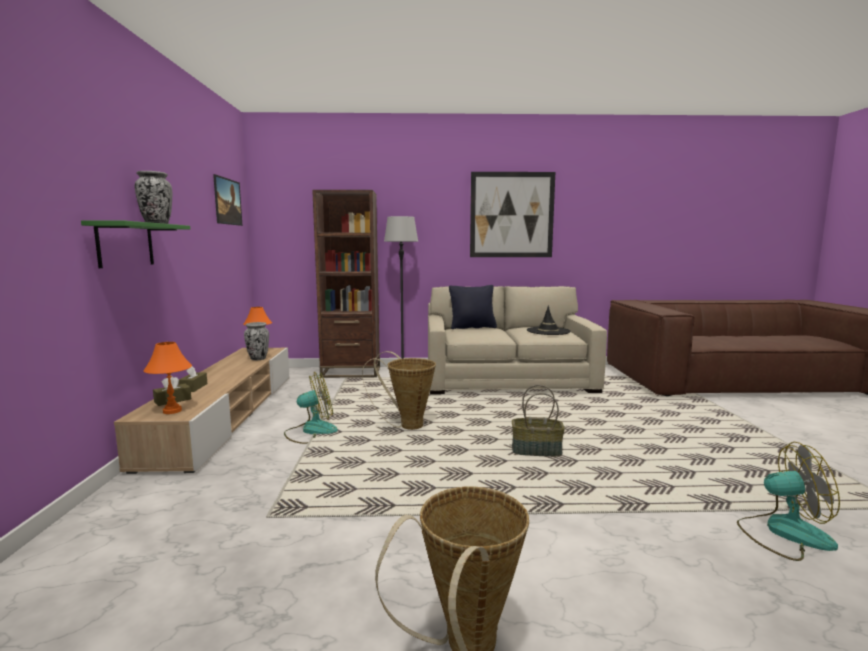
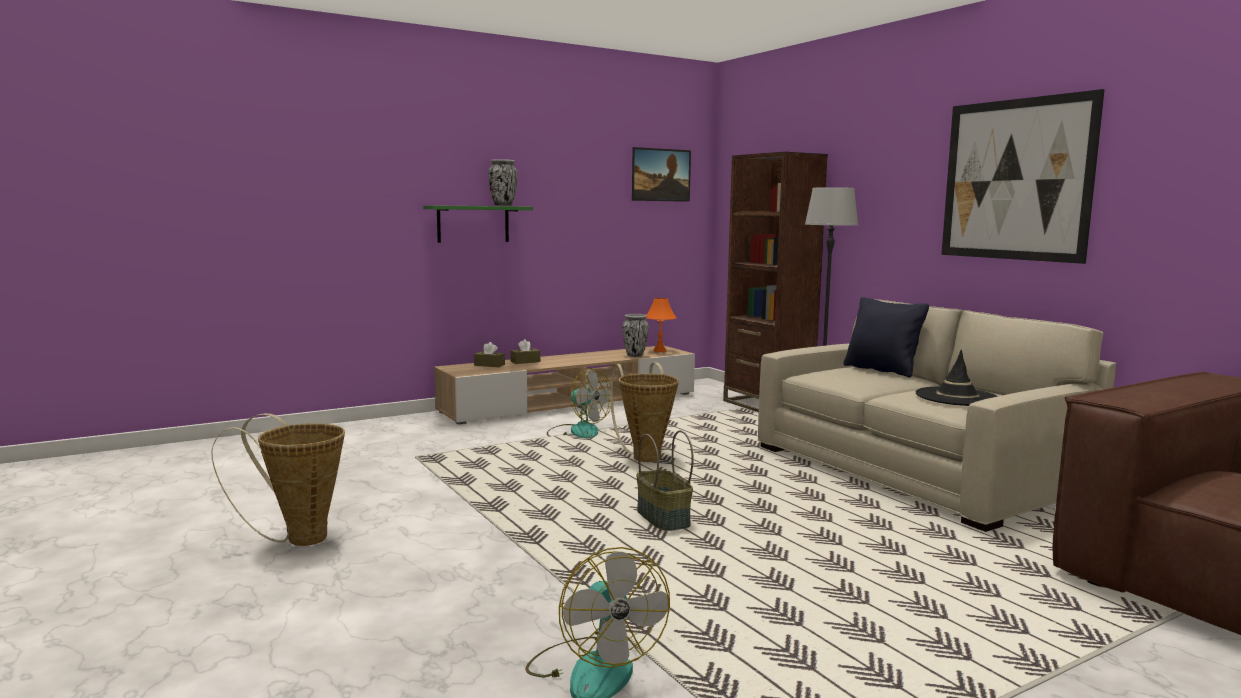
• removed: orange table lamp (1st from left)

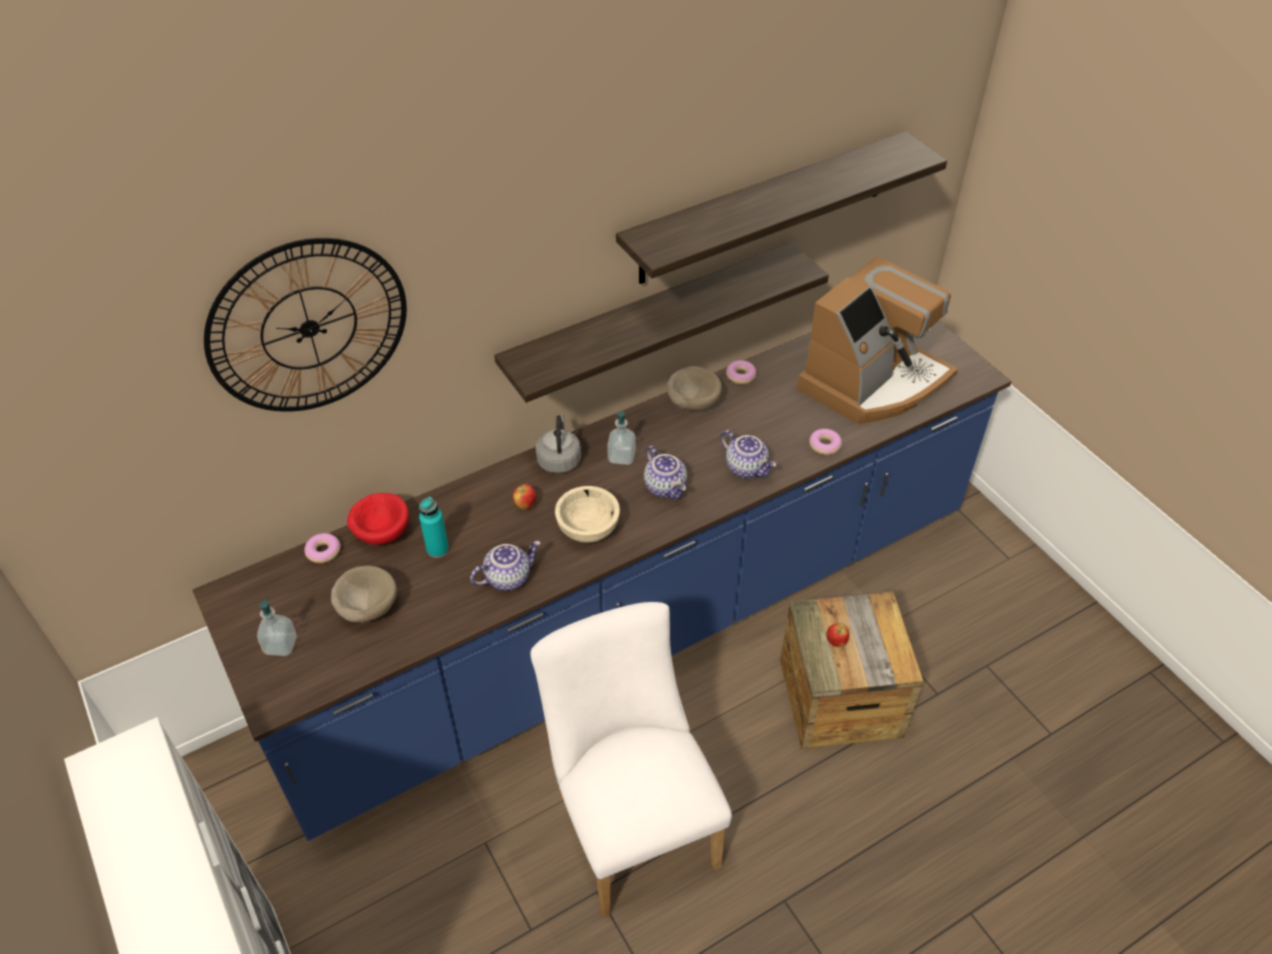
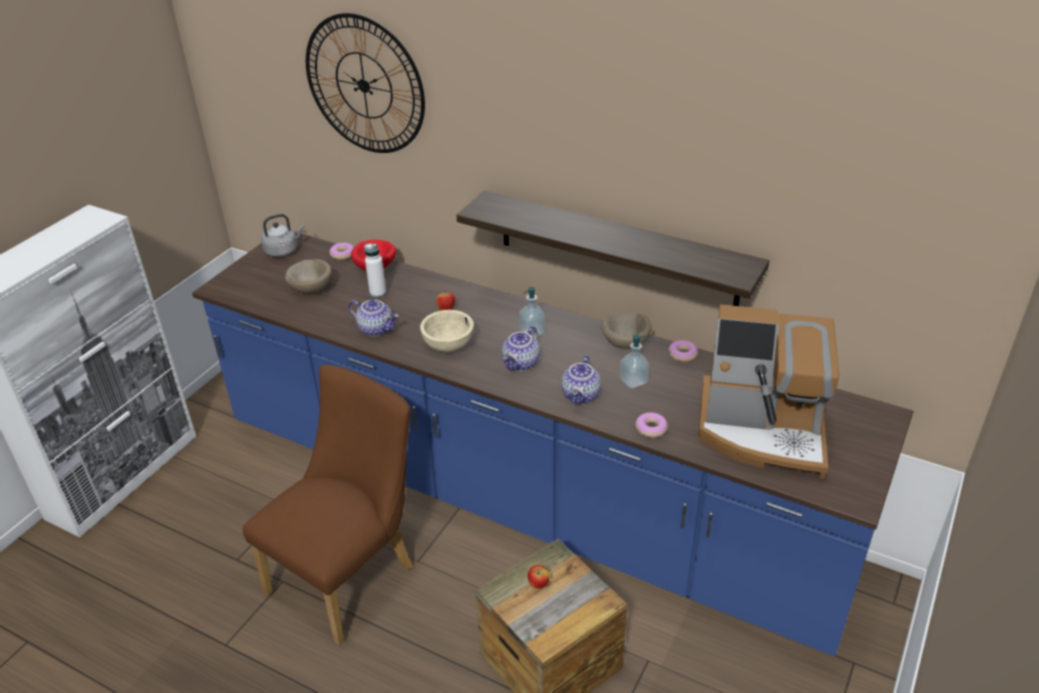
• recoloured: white-coloured plain chair to brownish plain chair
• moved: greyish tea kettle
• recoloured: blue-green beverage bottle to white-coloured beverage bottle
• moved: soap dispenser (1st from left in the first image) to soap dispenser (2nd from left)
• removed: wall shelf (2nd from left)

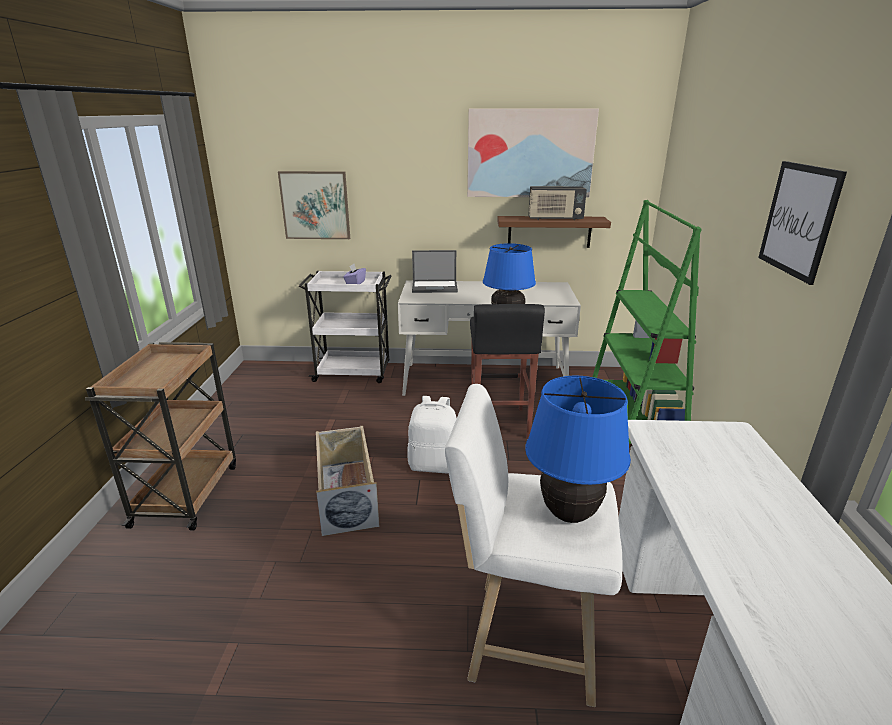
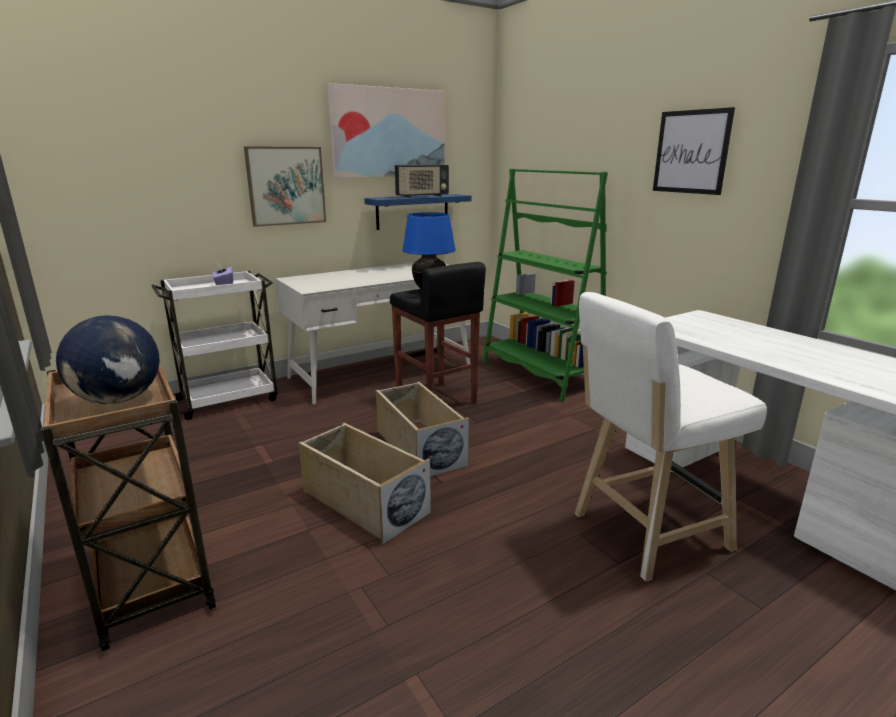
• added: world globe
• moved: wall picture (1st from left)
• recoloured: brownish wall shelf to blue wall shelf
• replaced: white-coloured rucksack to beige storage bin (2nd from left)
• removed: portable computer
• removed: blue table lamp (2nd from left)

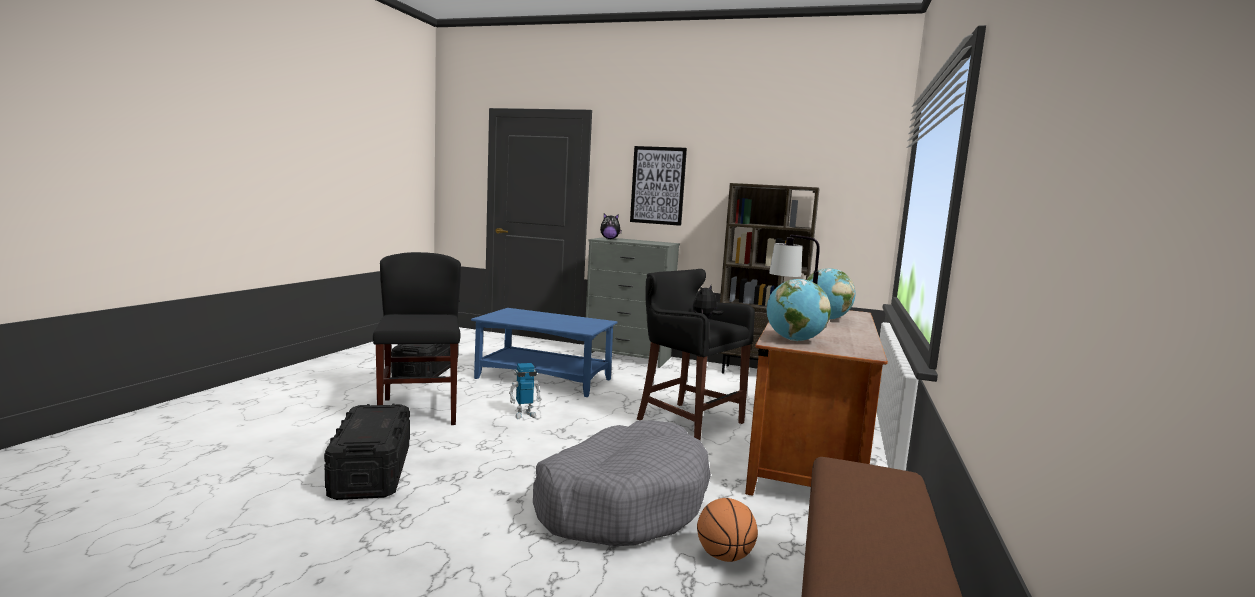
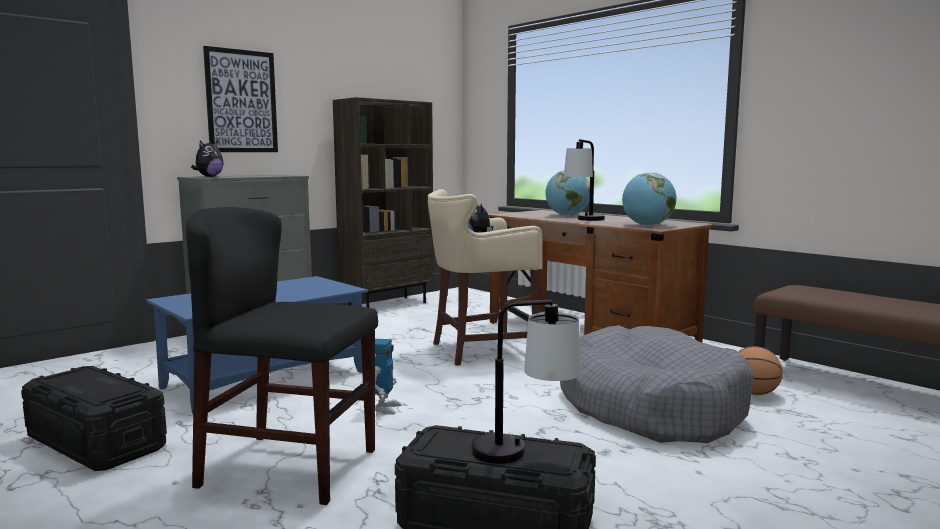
• recoloured: black-coloured sitting stool to beige sitting stool
• added: table lamp (1st from left)

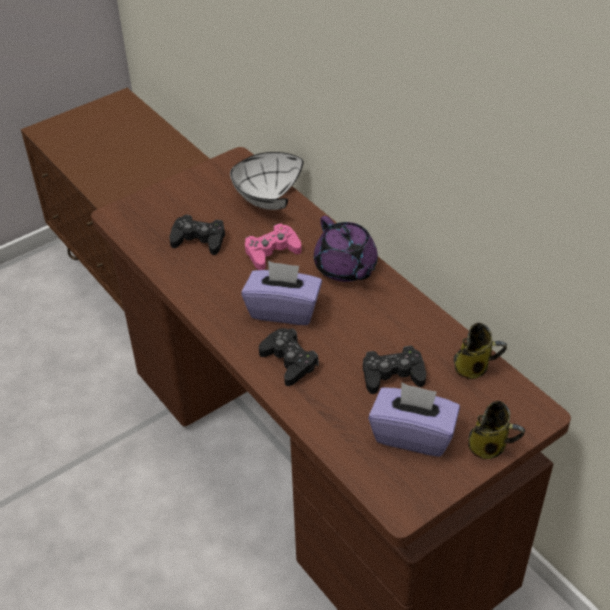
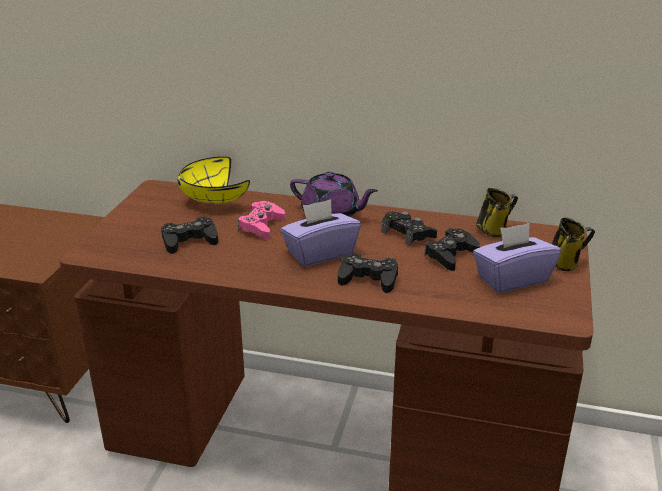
• recoloured: white-coloured bowl to yellowish bowl
• added: black-coloured game controller (3rd from left)

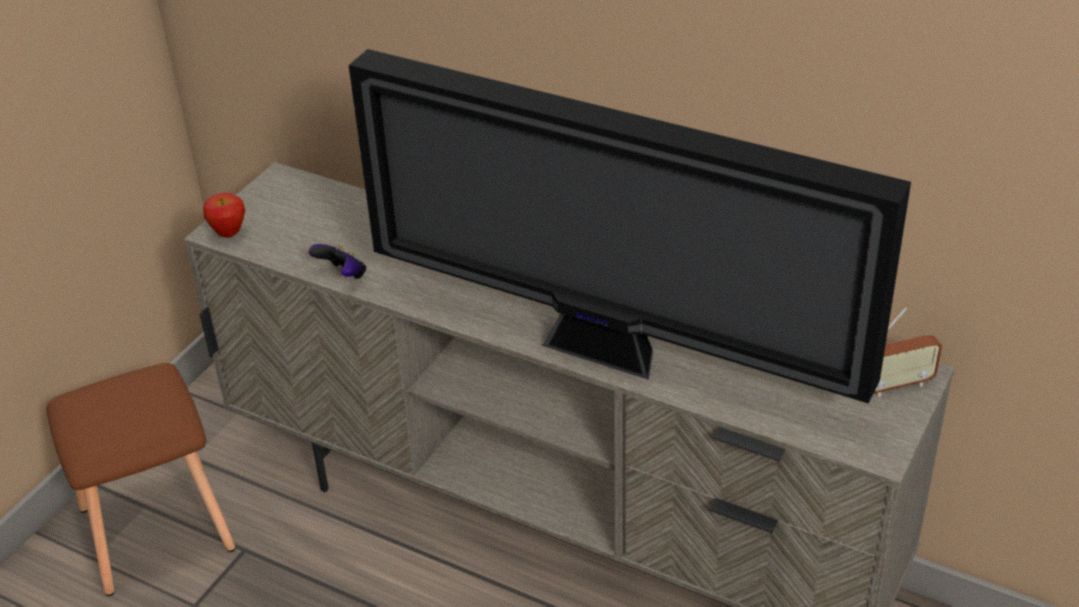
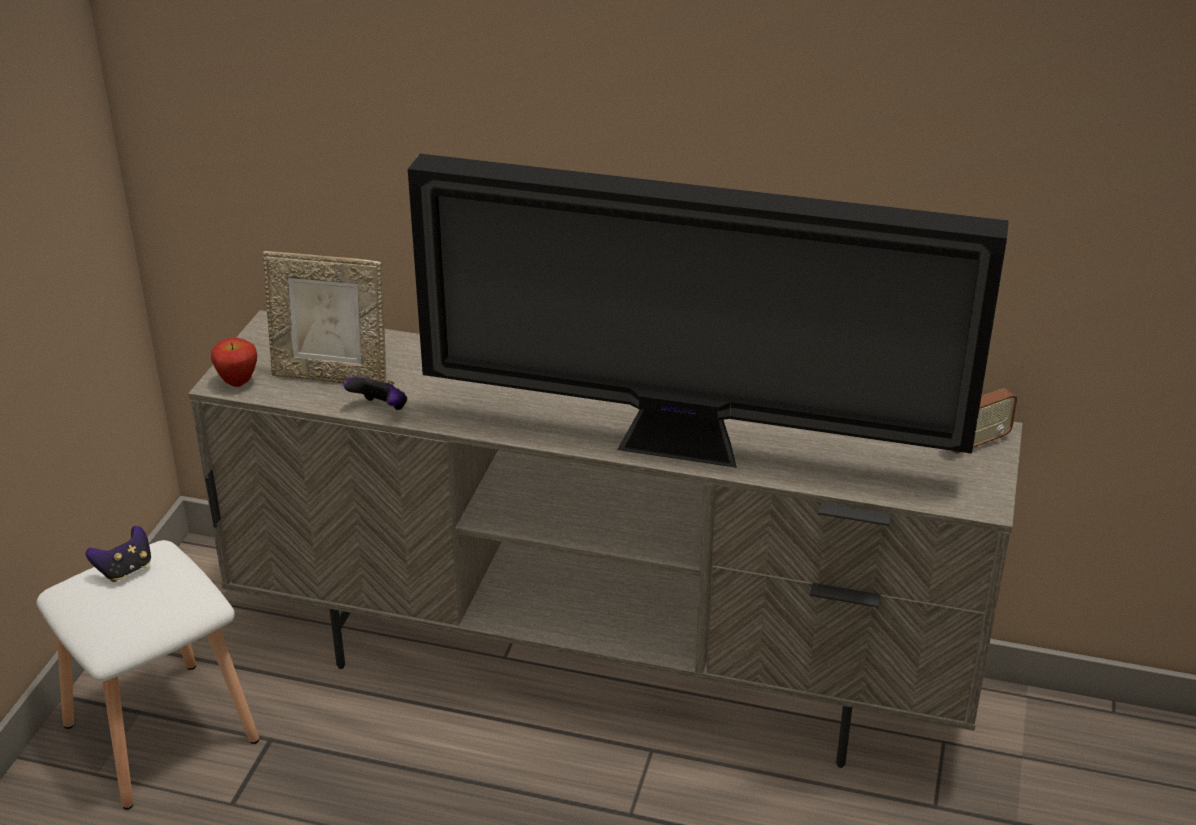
• recoloured: brownish sitting stool to white-coloured sitting stool
• added: game controller (1st from left)
• added: picture frame

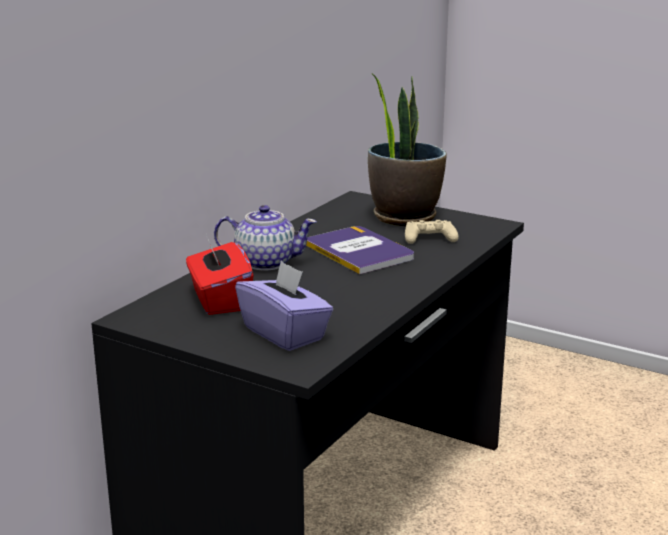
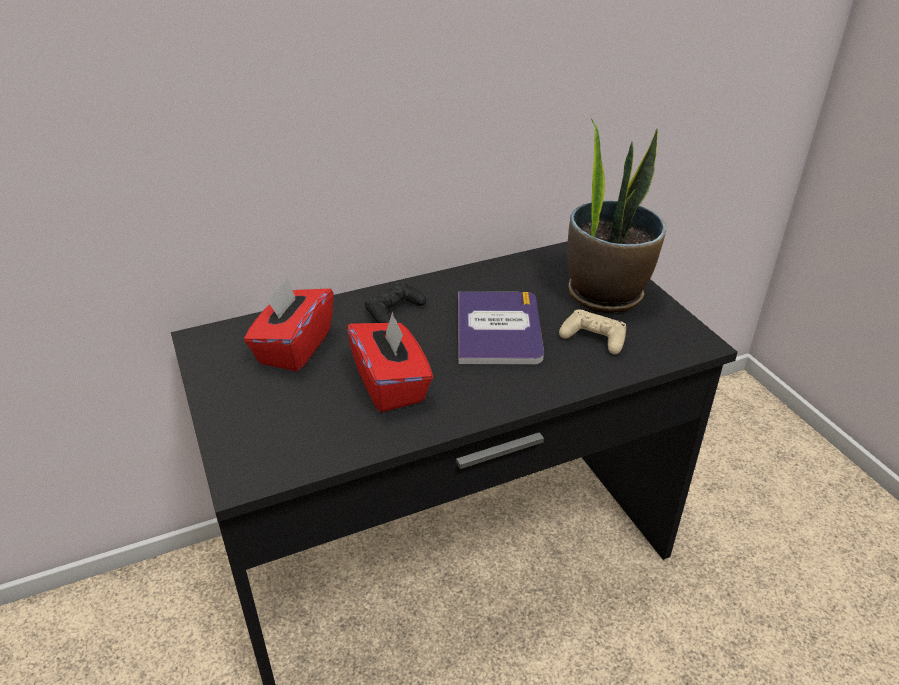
• added: red-coloured tissue box (2nd from left)
• replaced: tea pot to black-coloured game controller
• removed: purple tissue box

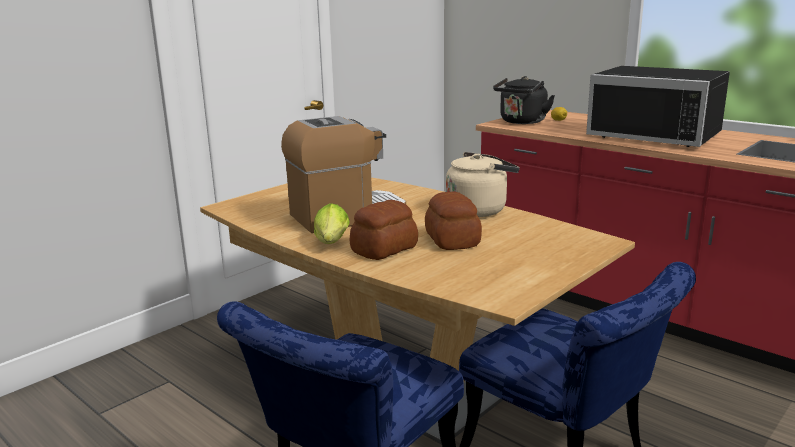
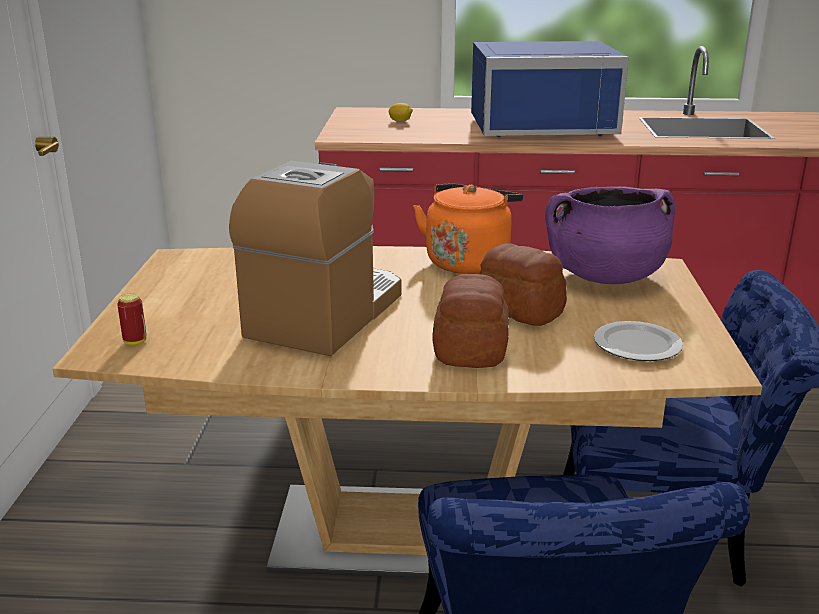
• added: metal can
• recoloured: beige tea kettle to orange tea kettle
• recoloured: black-coloured microwave to blue microwave
• added: purple stockpot
• added: flat dish
• removed: lettuce
• removed: black-coloured tea kettle

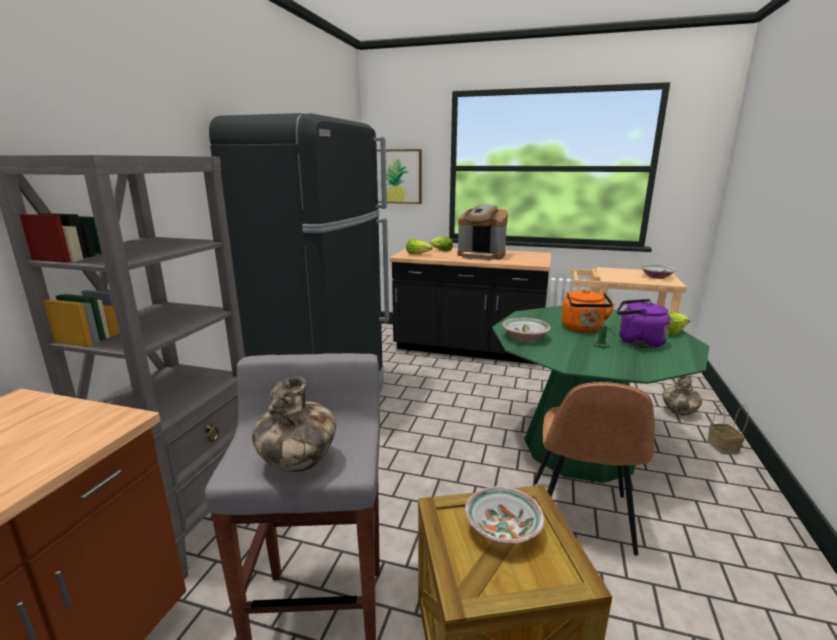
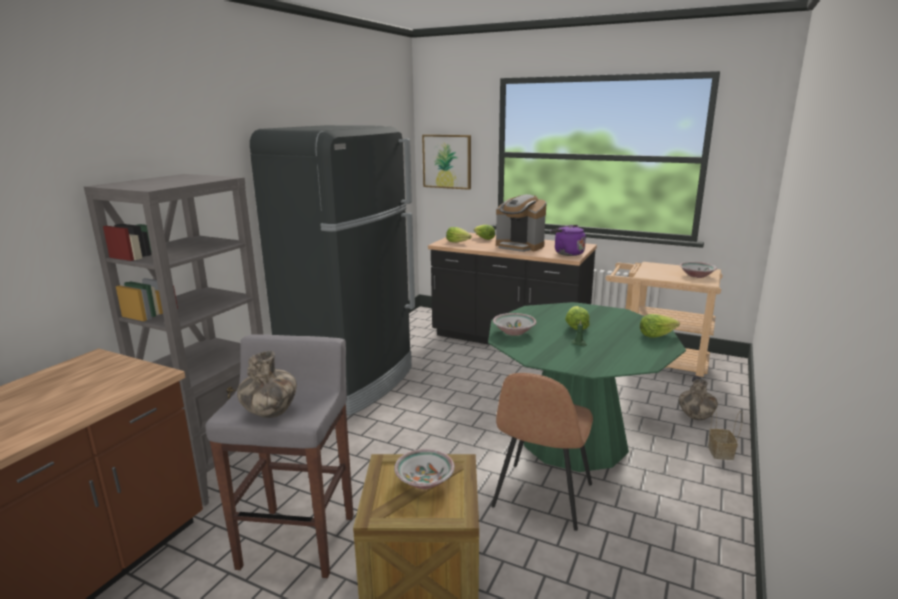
• moved: purple tea kettle
• replaced: orange tea kettle to lettuce (3rd from left)

